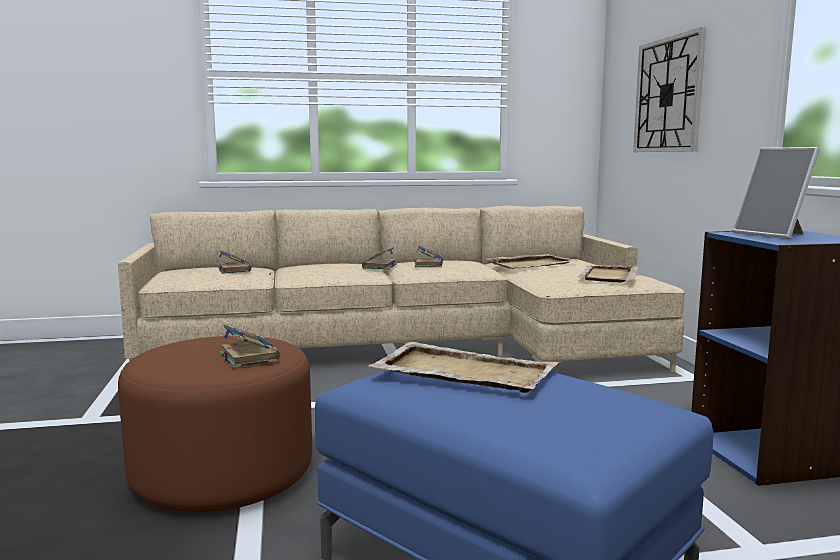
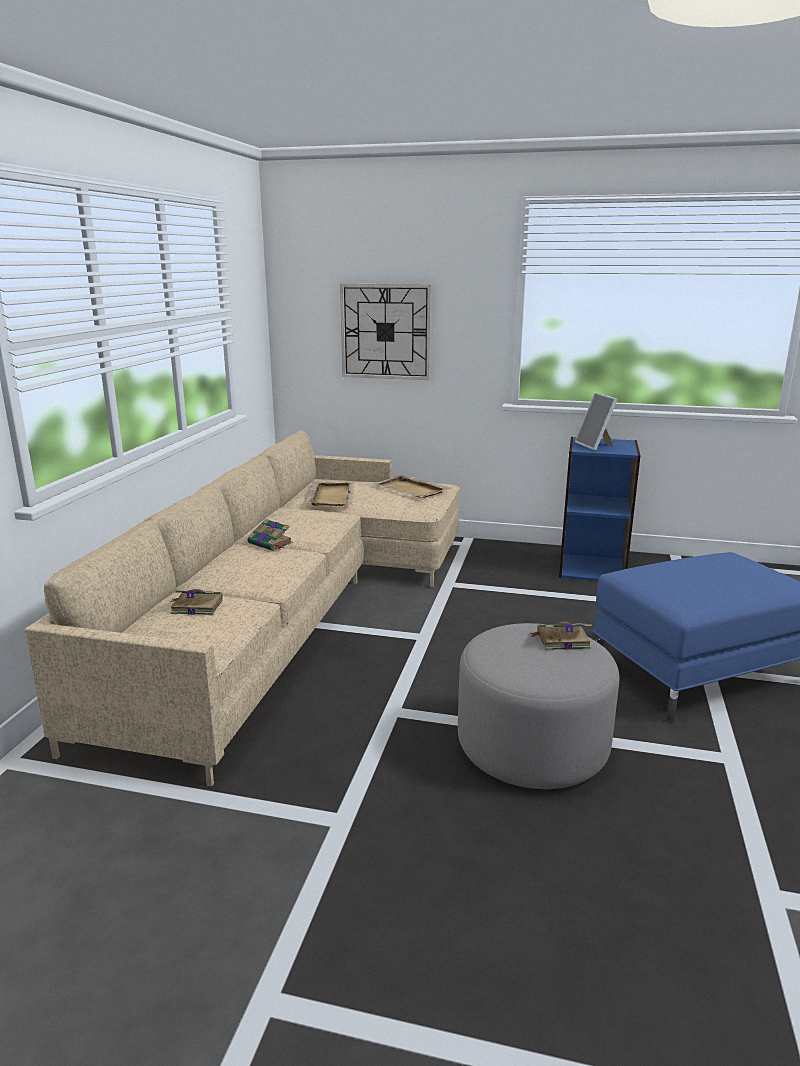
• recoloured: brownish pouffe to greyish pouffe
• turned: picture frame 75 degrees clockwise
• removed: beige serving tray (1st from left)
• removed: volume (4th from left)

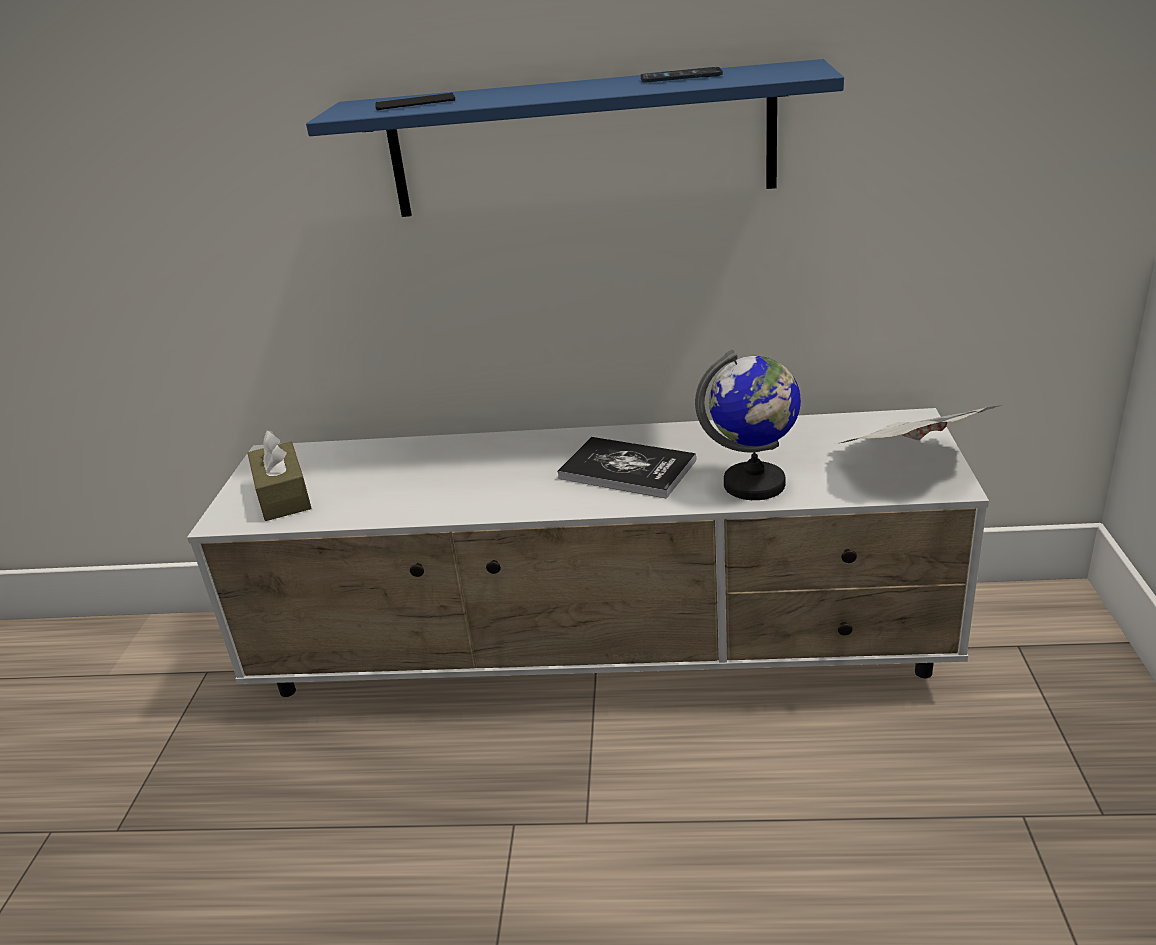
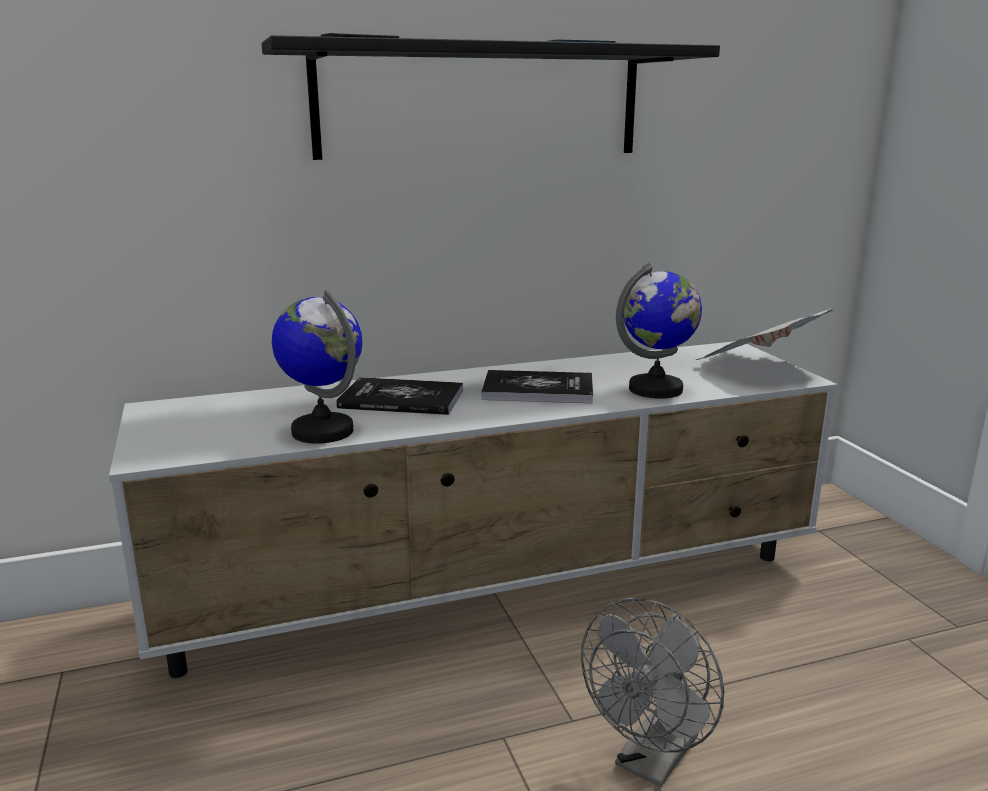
• recoloured: blue wall shelf to black-coloured wall shelf
• added: world globe (1st from left)
• added: volume (1st from left)
• added: greyish fan
• removed: brownish tissue box

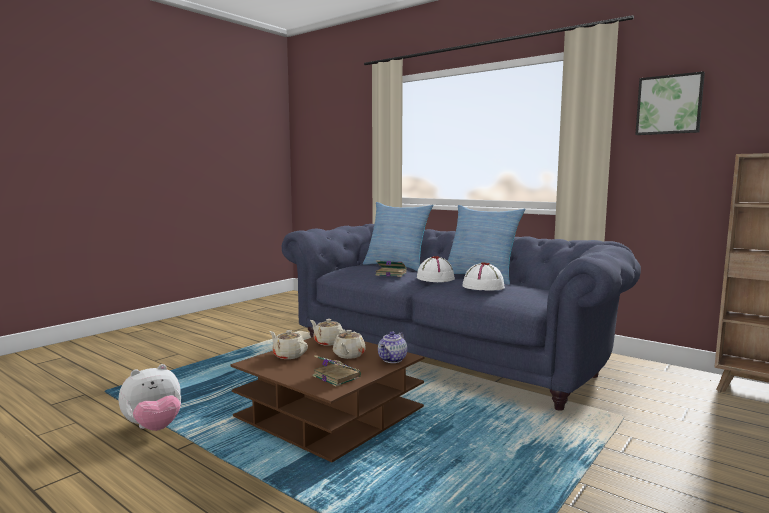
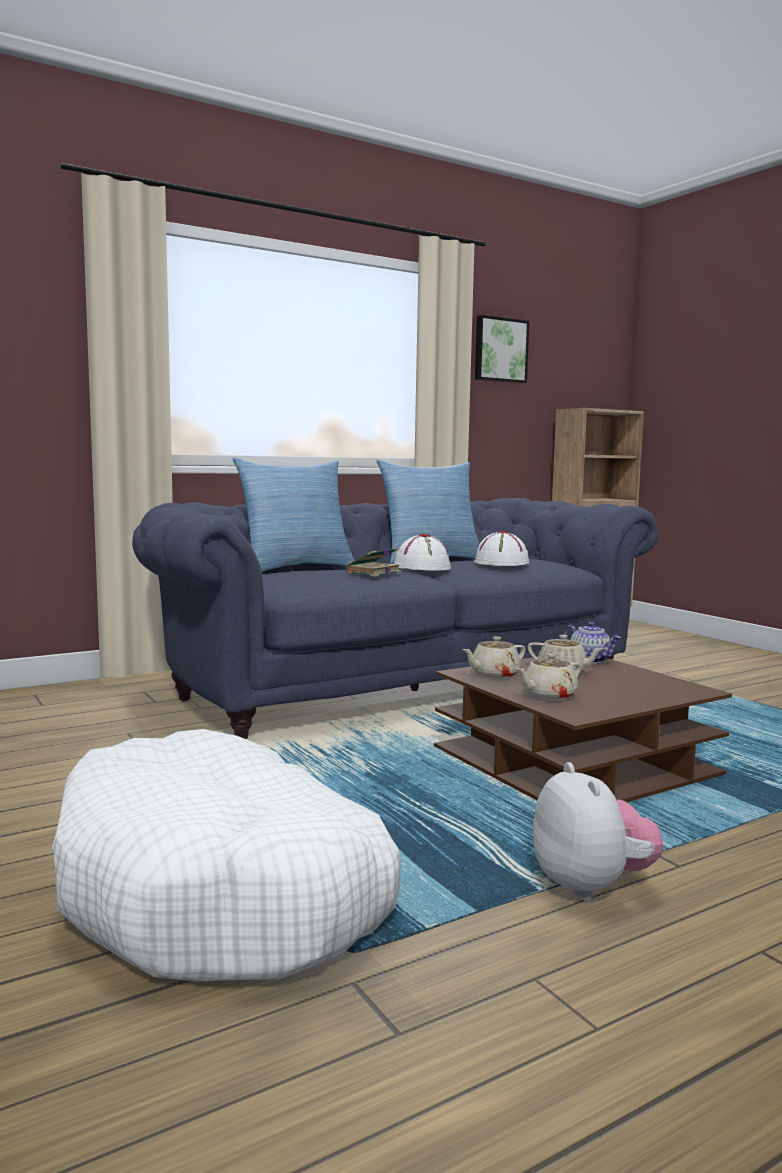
• added: white-coloured pet bed
• removed: volume (1st from left)

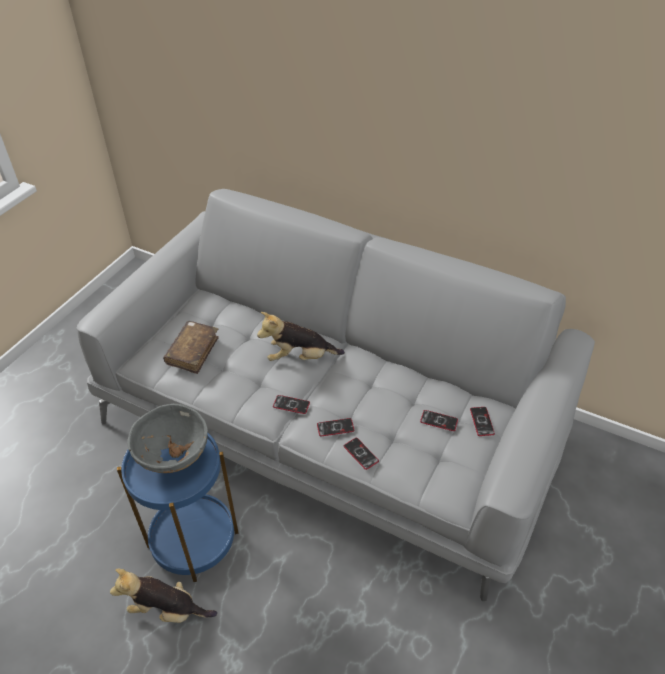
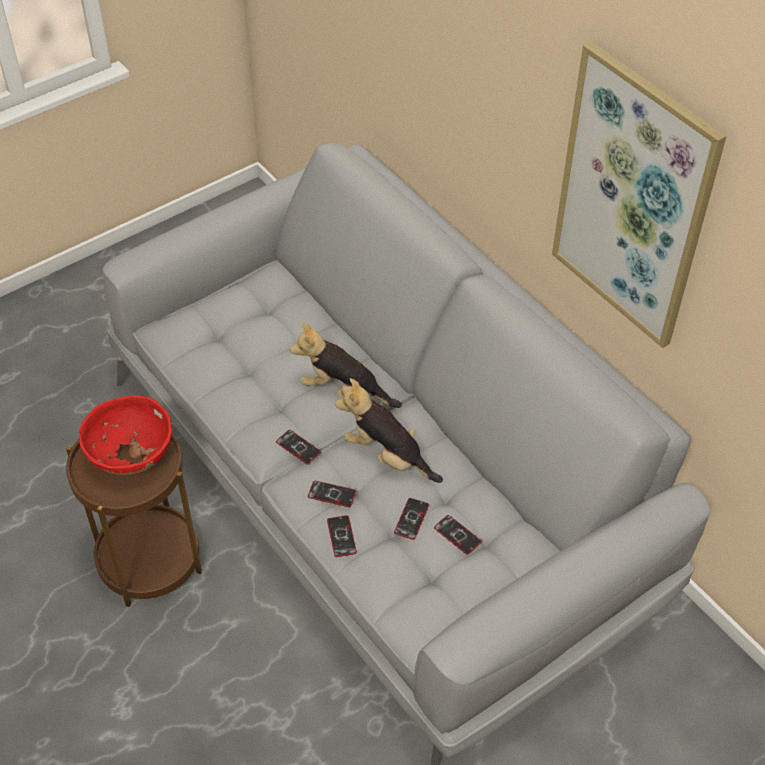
• recoloured: blue side table to brownish side table
• recoloured: greyish bowl to red-coloured bowl
• moved: cuddly toy (1st from left in the first image) to cuddly toy (2nd from left)
• moved: handset (5th from left in the first image) to handset (4th from left)
• added: wall picture
• removed: brownish volume

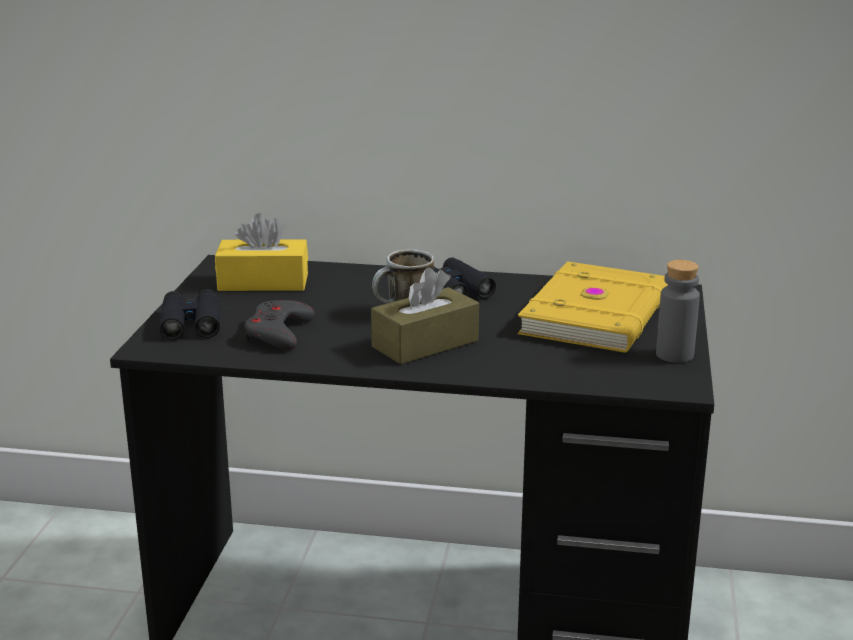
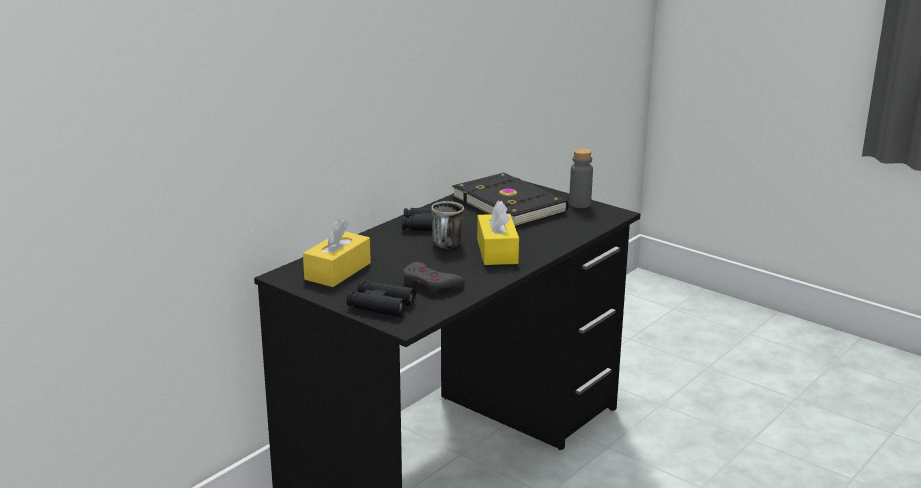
• recoloured: yellowish volume to black-coloured volume
• recoloured: brownish tissue box to yellowish tissue box (2nd from left)

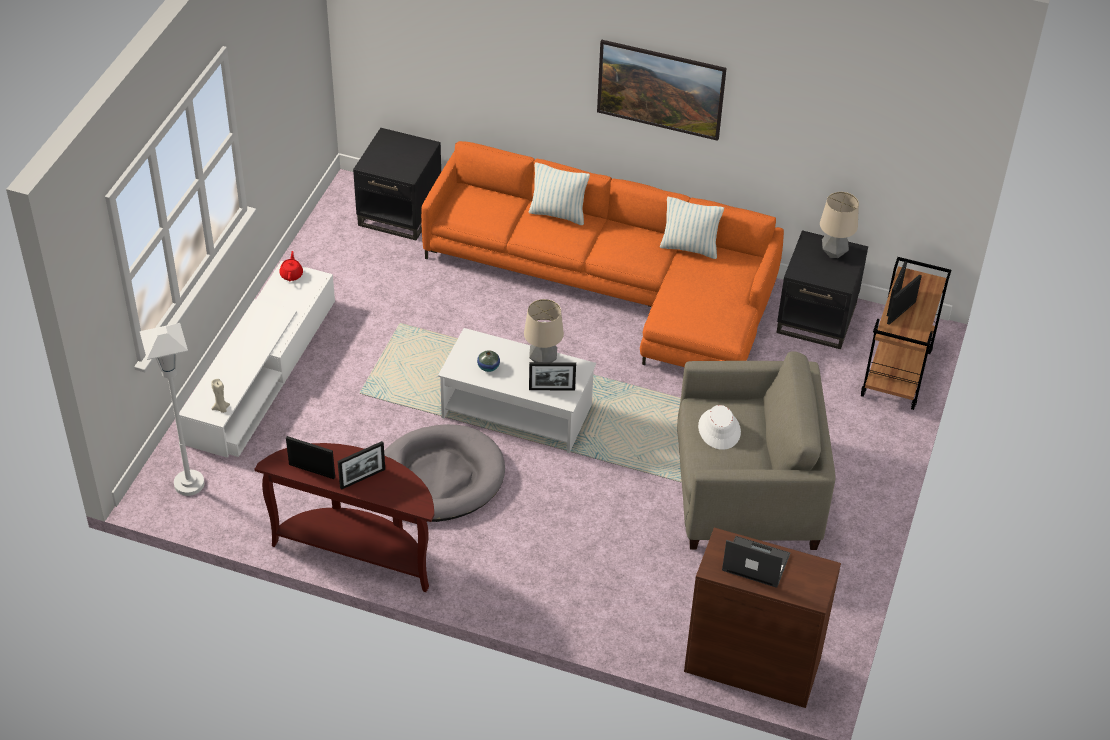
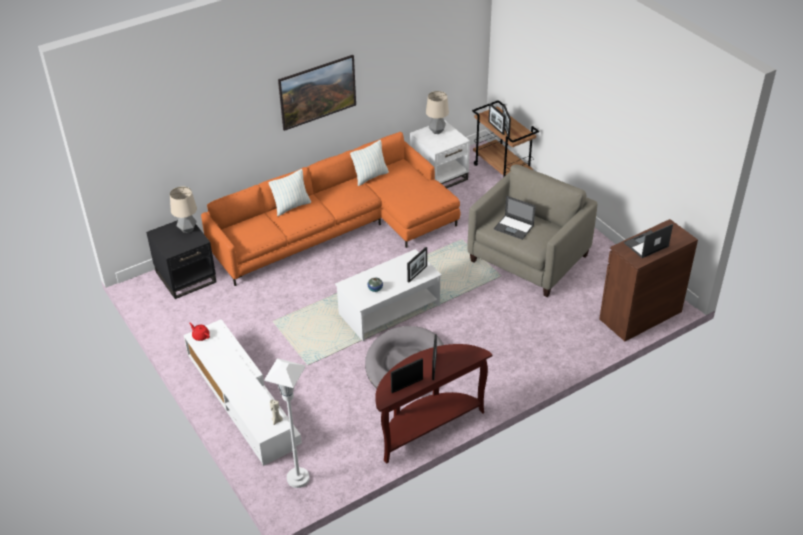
• moved: table lamp (1st from left)
• recoloured: black-coloured side table (2nd from left) to white-coloured side table
• replaced: white-coloured hat to portable computer (1st from left)

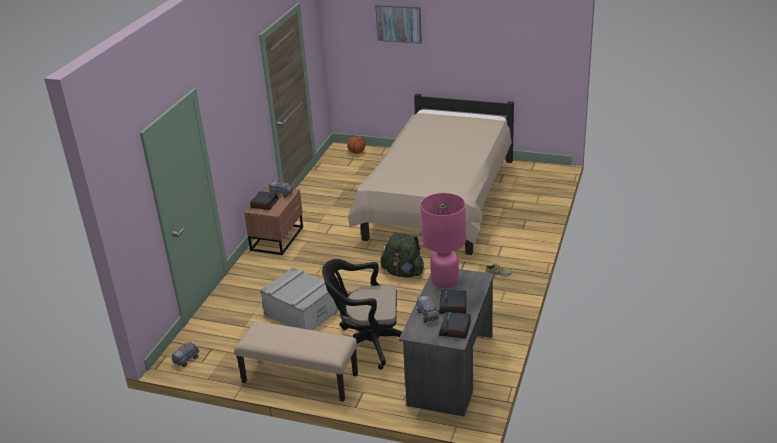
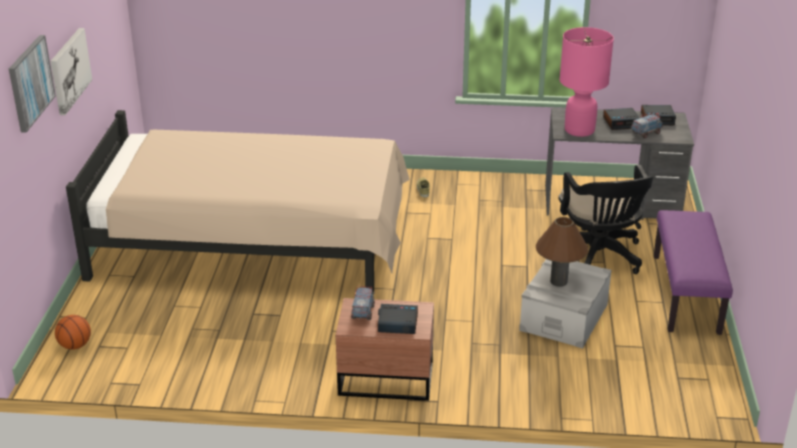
• added: wall picture (2nd from left)
• added: brownish table lamp
• recoloured: beige bench to purple bench
• removed: toy truck (1st from left)
• removed: green-coloured rucksack

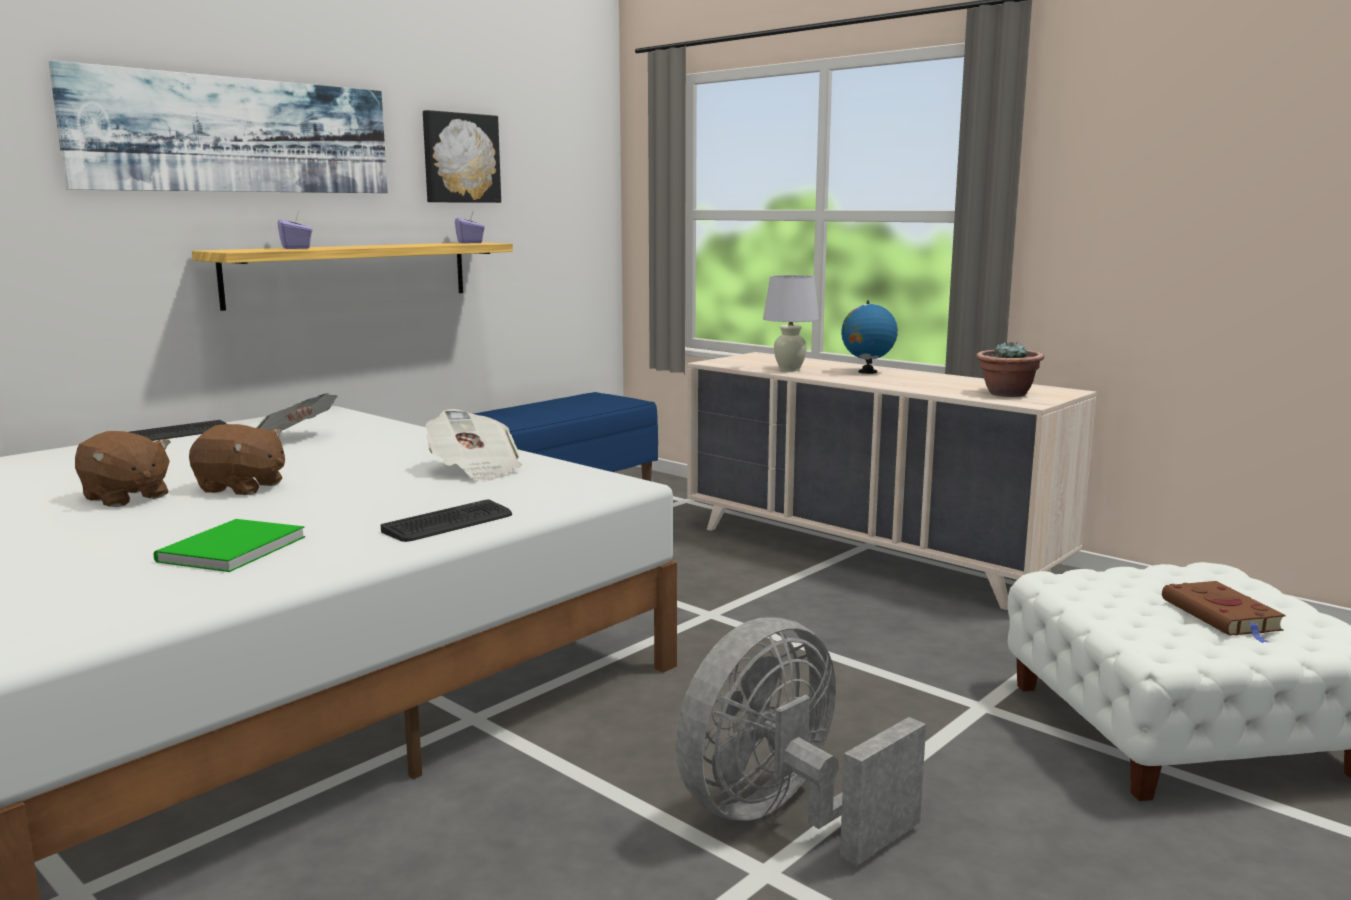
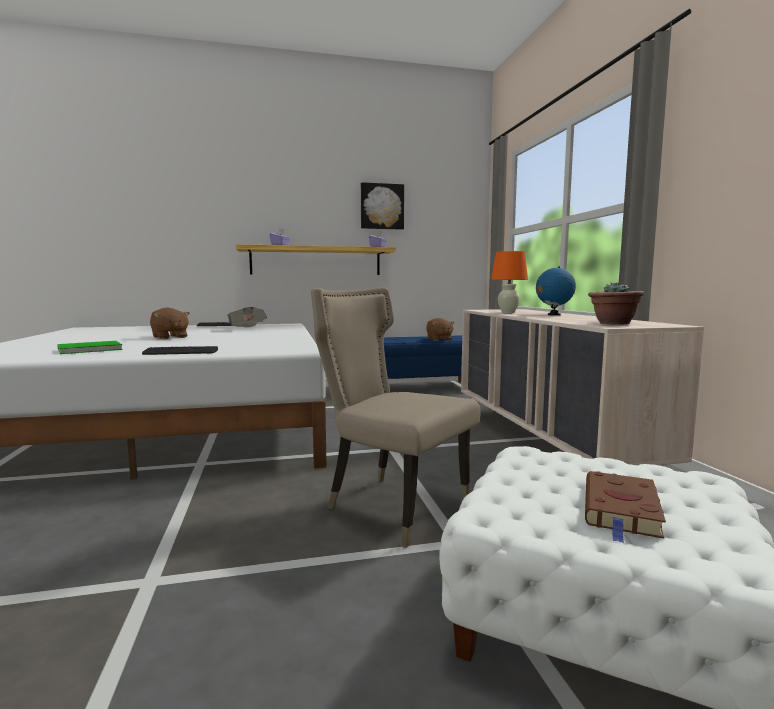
• added: beige plain chair
• moved: brownish cuddly toy (1st from left in the first image) to brownish cuddly toy (2nd from left)
• recoloured: white-coloured table lamp to orange table lamp
• removed: wall picture (1st from left)
• removed: printed paper (2nd from left)
• removed: greyish fan

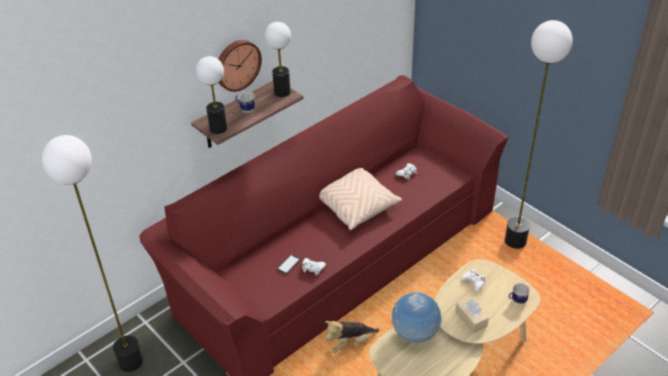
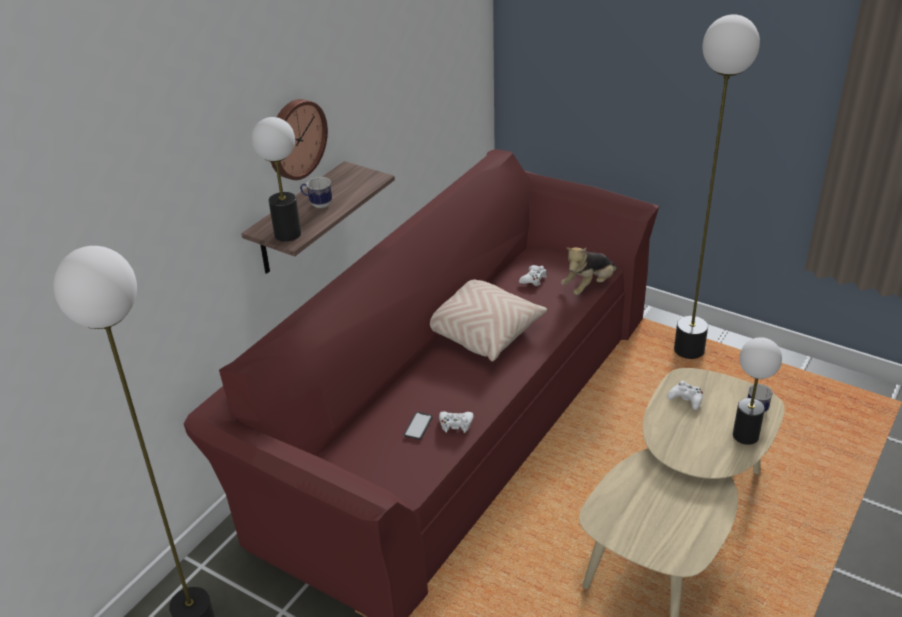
• moved: cuddly toy
• moved: table lamp (2nd from left)
• removed: world globe
• removed: beige tissue box

